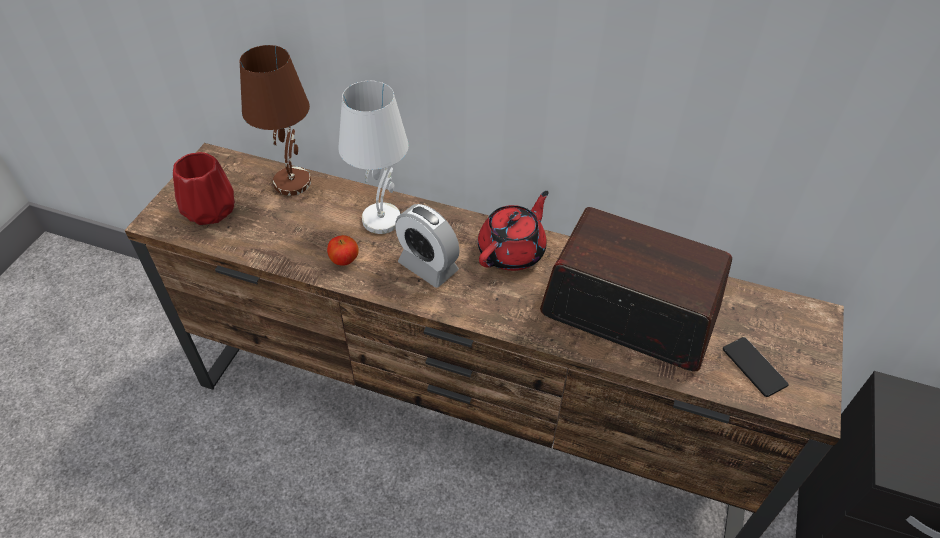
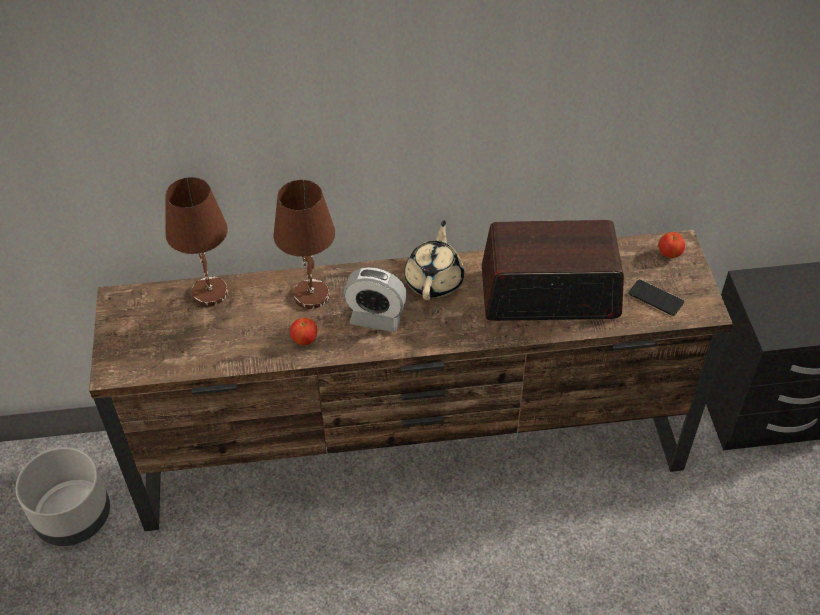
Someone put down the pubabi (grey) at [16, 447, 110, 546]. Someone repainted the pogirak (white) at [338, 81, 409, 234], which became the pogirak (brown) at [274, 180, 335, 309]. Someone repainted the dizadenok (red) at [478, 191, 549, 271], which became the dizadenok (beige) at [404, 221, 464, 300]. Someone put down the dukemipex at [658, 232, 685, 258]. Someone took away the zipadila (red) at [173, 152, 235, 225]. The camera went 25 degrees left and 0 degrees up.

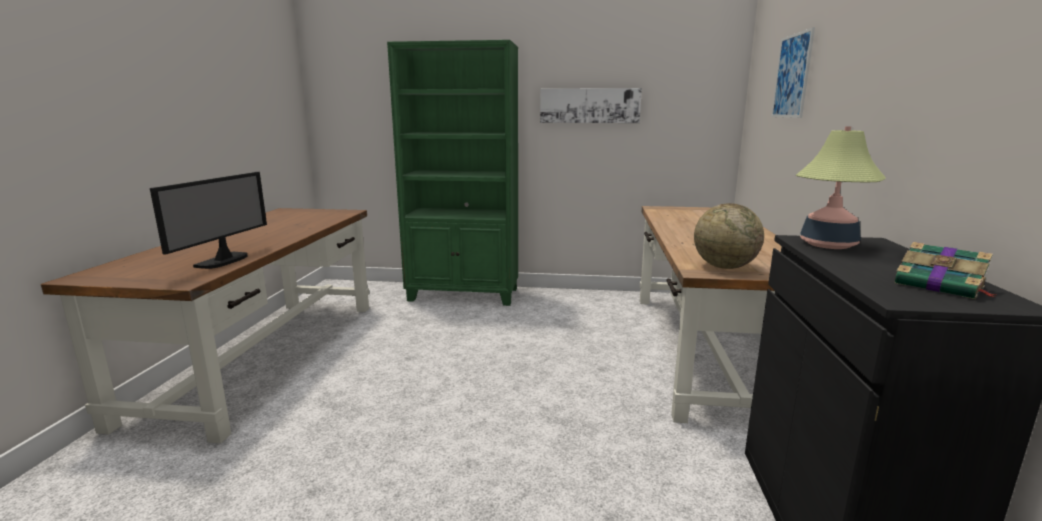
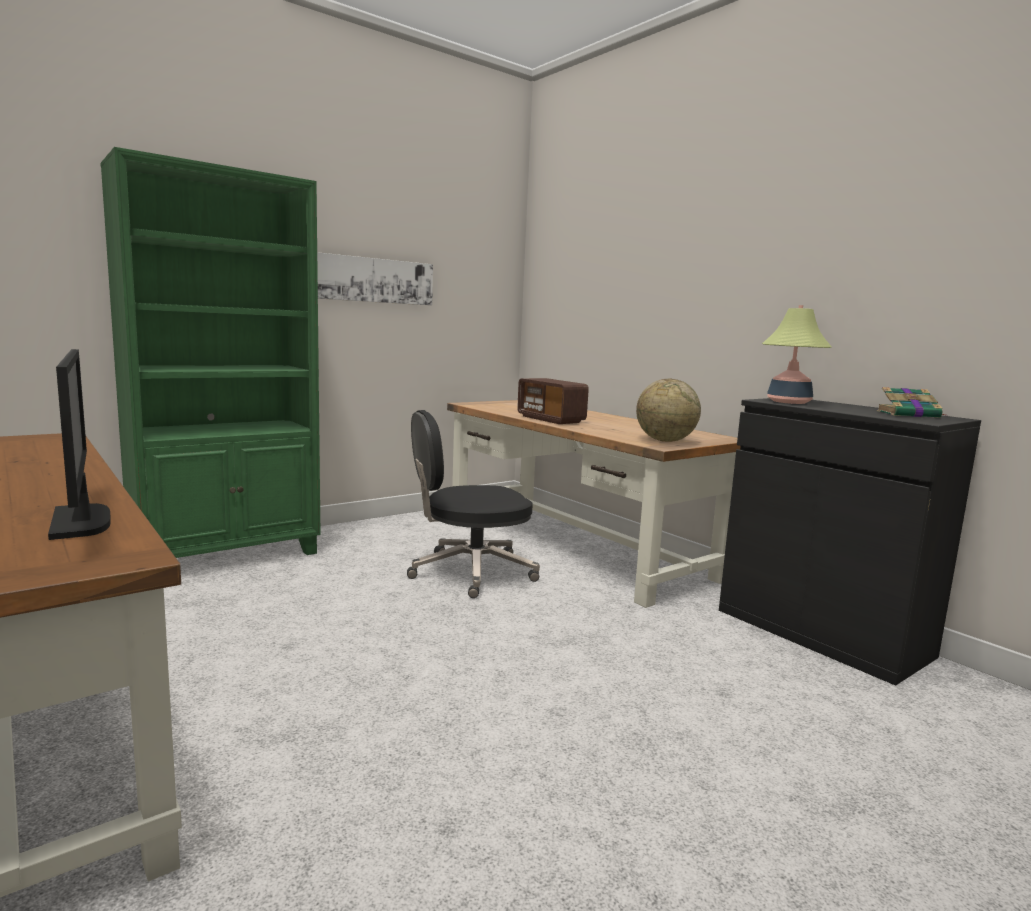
Someone put down the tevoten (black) at [407, 410, 540, 598]. Someone put down the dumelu at [517, 378, 589, 424]. Someone took away the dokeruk at [771, 27, 815, 118]. The camera went 45 degrees left and 5 degrees down.

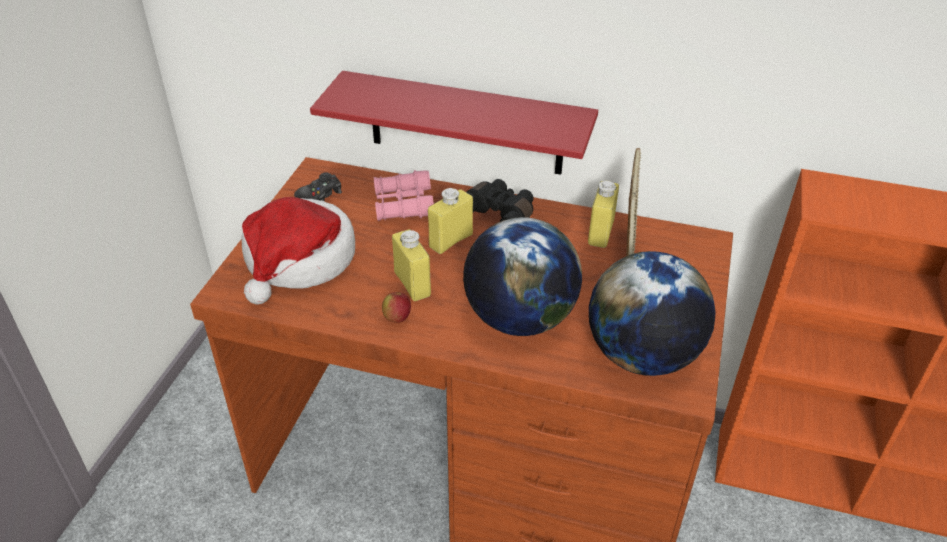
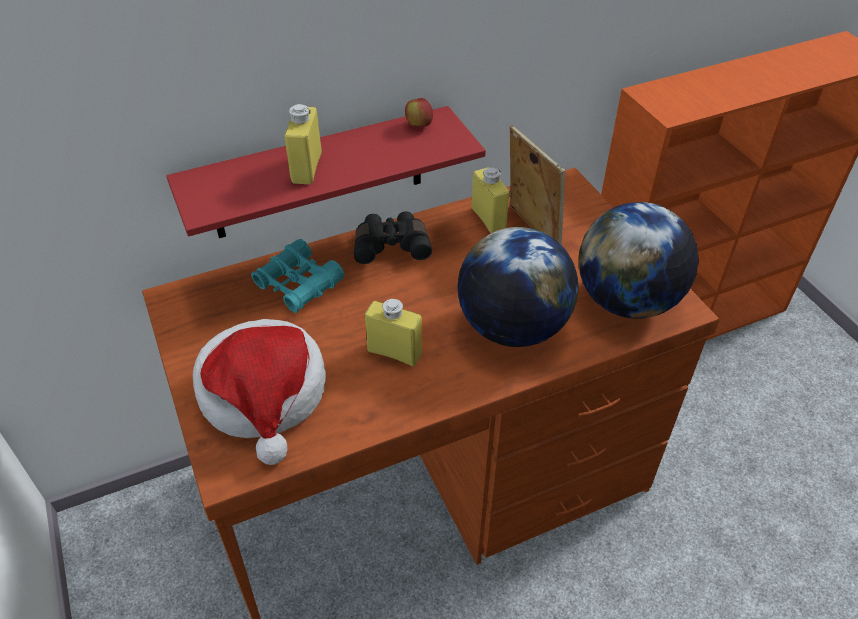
Someone repainted the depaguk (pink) at [374, 170, 434, 221], which became the depaguk (turquoise) at [251, 239, 344, 313]. Someone carried the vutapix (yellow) from [428, 188, 473, 254] to [284, 104, 322, 184]. Someone carried the dukemipex from [382, 292, 411, 323] to [405, 98, 433, 127]. Someone took away the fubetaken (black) at [294, 172, 342, 201]. The camera went 40 degrees left and 5 degrees up.

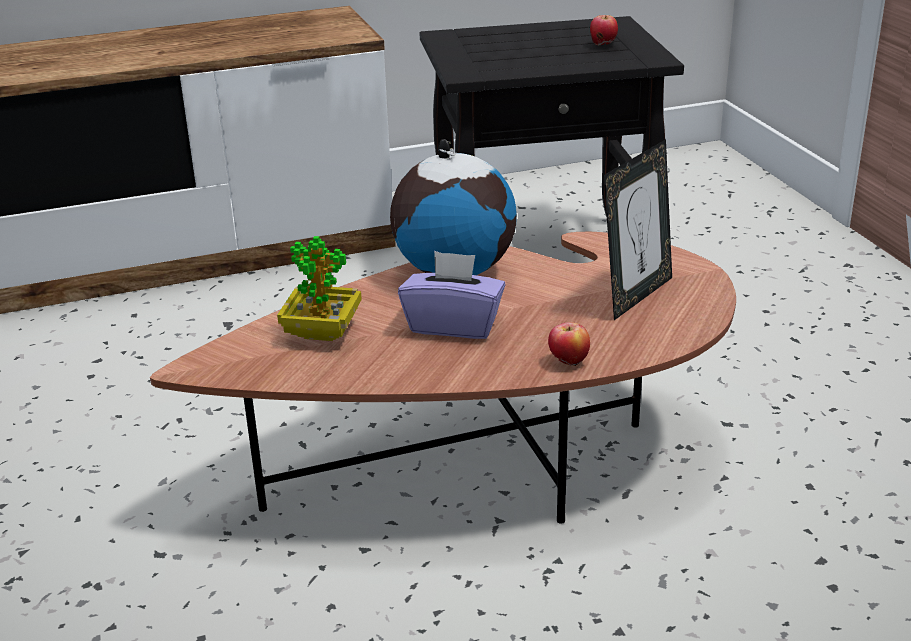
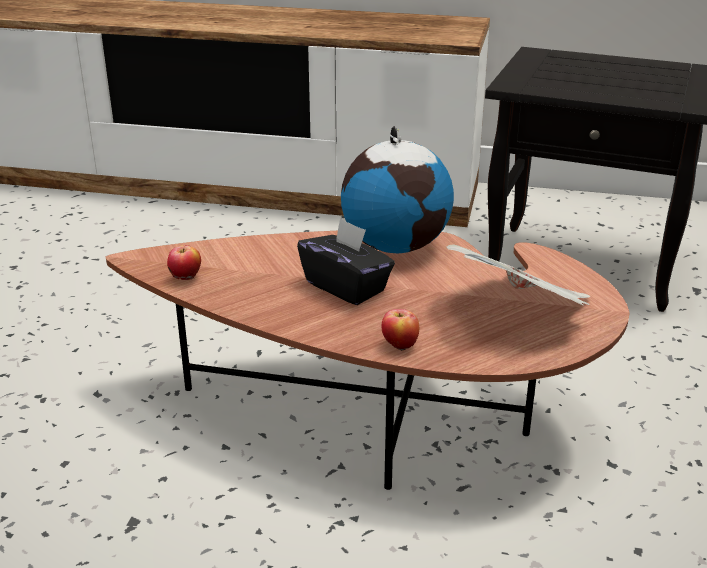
Someone carried the dukemipex from [590, 15, 618, 46] to [167, 245, 201, 280]. Someone repainted the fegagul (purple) at [398, 251, 506, 339], which became the fegagul (black) at [297, 218, 395, 305]. Someone swapped the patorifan at [604, 139, 672, 320] for the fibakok at [446, 244, 590, 305]. Someone took away the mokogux at [277, 236, 362, 341]. The camera went 30 degrees right and 0 degrees up.

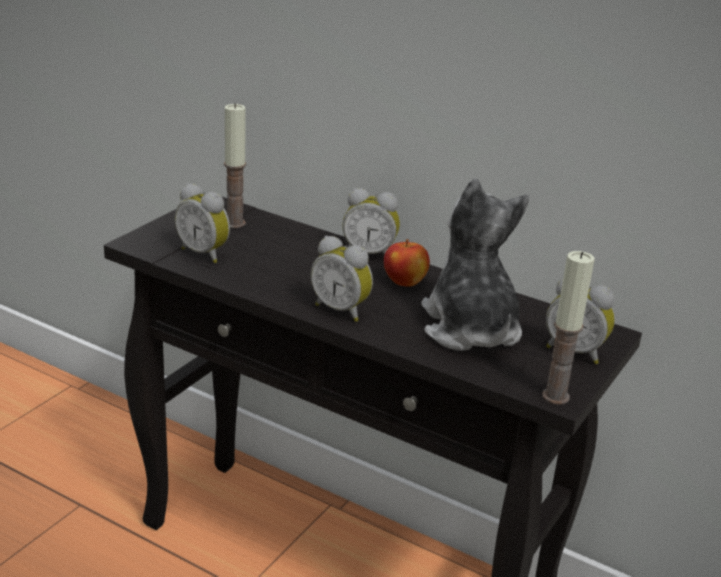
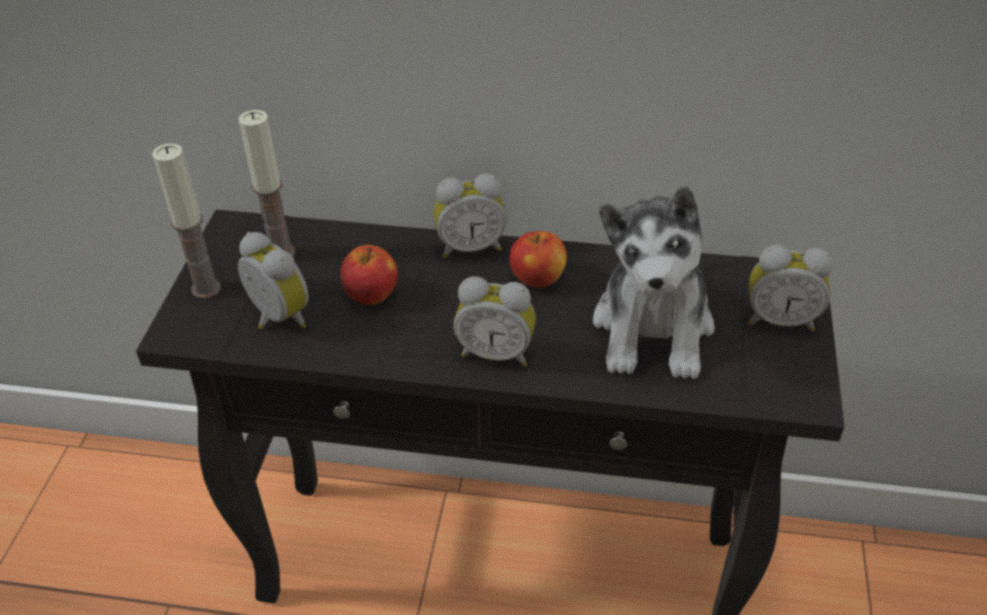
Someone carried the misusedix from [542, 251, 595, 405] to [152, 143, 221, 299]. Someone rotated the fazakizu at [175, 183, 230, 263] by 150 degrees counterclockwise. Someone put down the dukemipex at [340, 245, 398, 305]. Someone rotated the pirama at [421, 178, 529, 351] by 135 degrees counterclockwise. The camera went 20 degrees left and 15 degrees up.

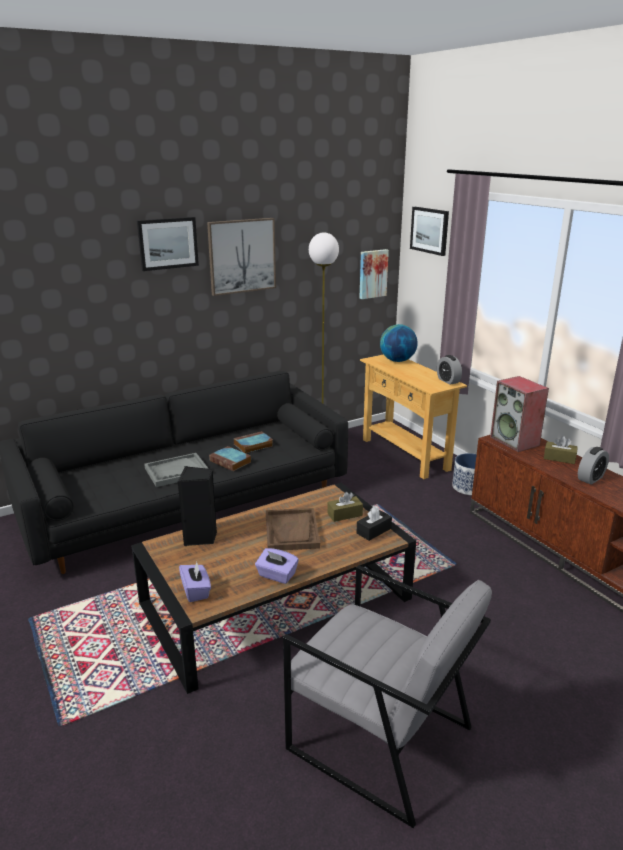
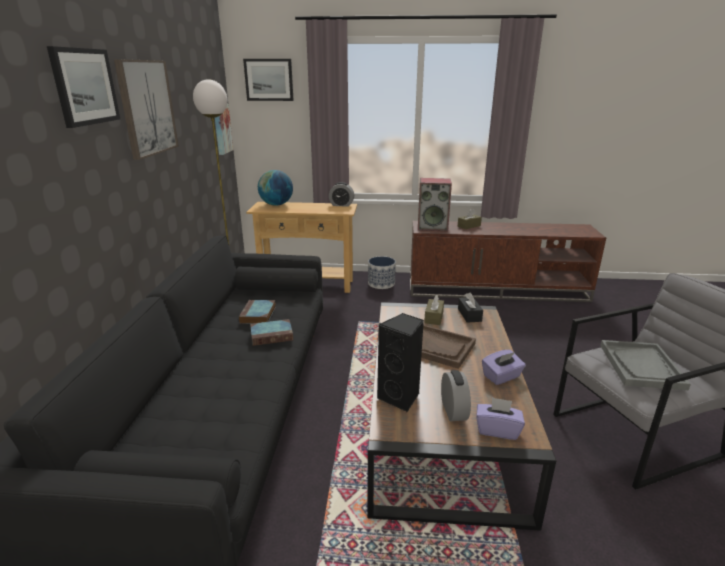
Someone carried the fazakizu from [578, 447, 609, 485] to [441, 370, 471, 421]. Someone carried the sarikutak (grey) from [144, 453, 209, 487] to [600, 340, 691, 390]. The camera went 55 degrees left and 0 degrees up.

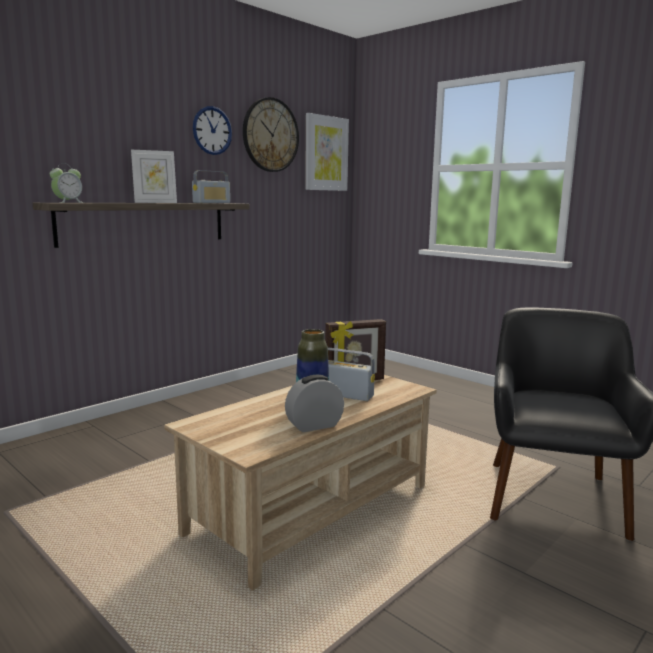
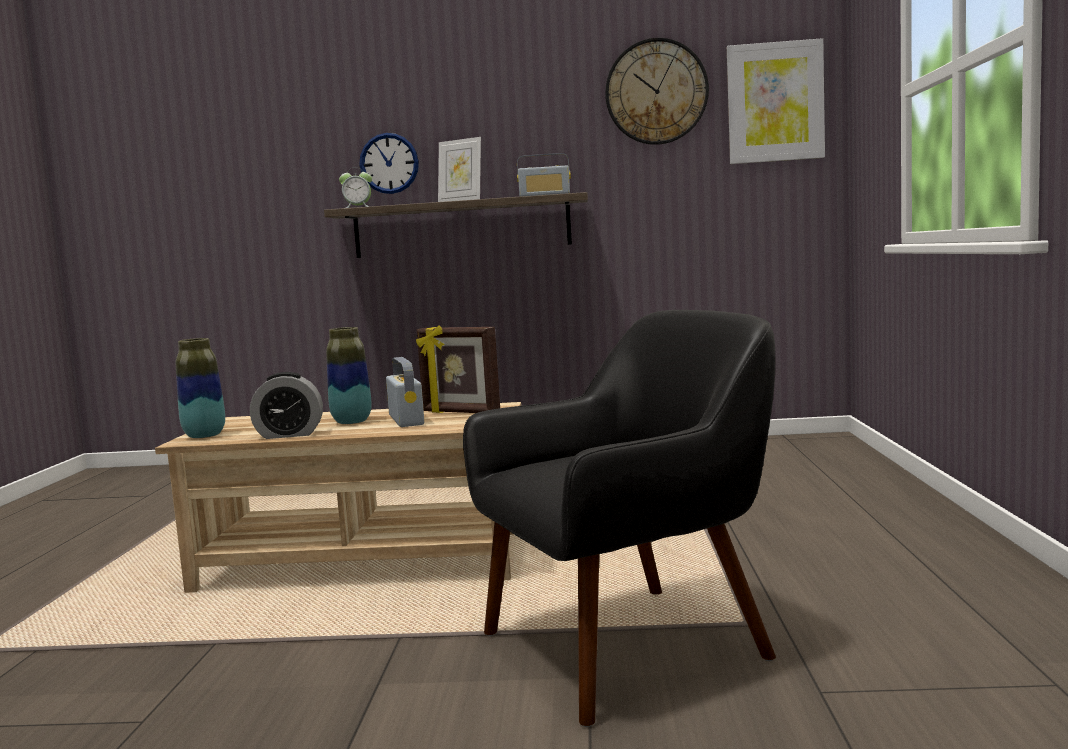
Someone put down the zipadila at [176, 338, 225, 438]. Someone rotated the fazakizu at [285, 375, 344, 432] by 150 degrees clockwise. Someone carried the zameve from [193, 106, 232, 155] to [359, 133, 419, 194]. The camera went 50 degrees right and 5 degrees down.

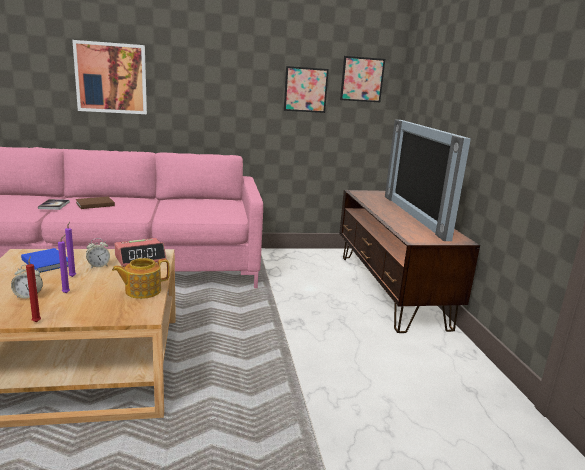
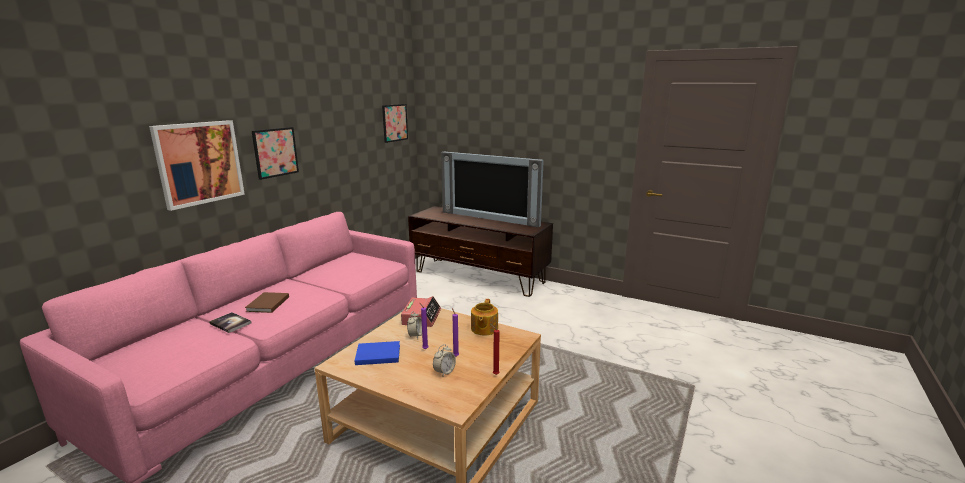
Someone carried the dokeruk from [284, 66, 329, 113] to [252, 127, 299, 180]. The camera went 50 degrees left and 0 degrees up.

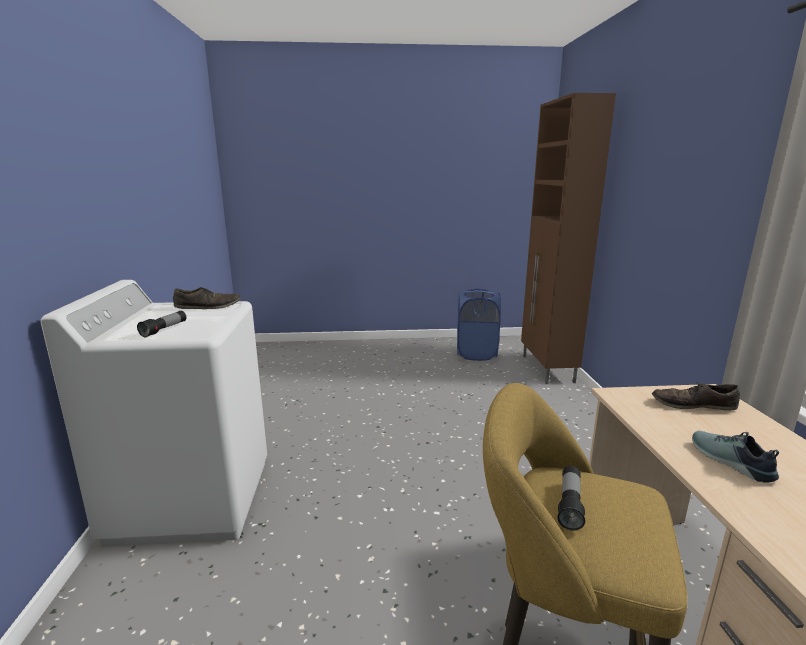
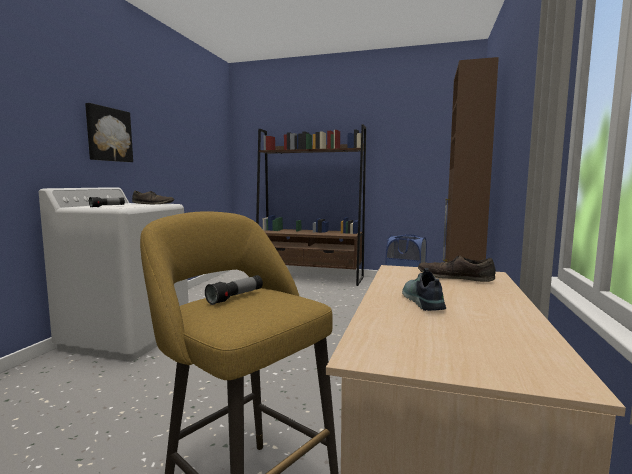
Someone put up the dokeruk at [85, 103, 133, 162]. Someone put down the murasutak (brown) at [256, 124, 366, 286]. The camera went 20 degrees right and 10 degrees down.

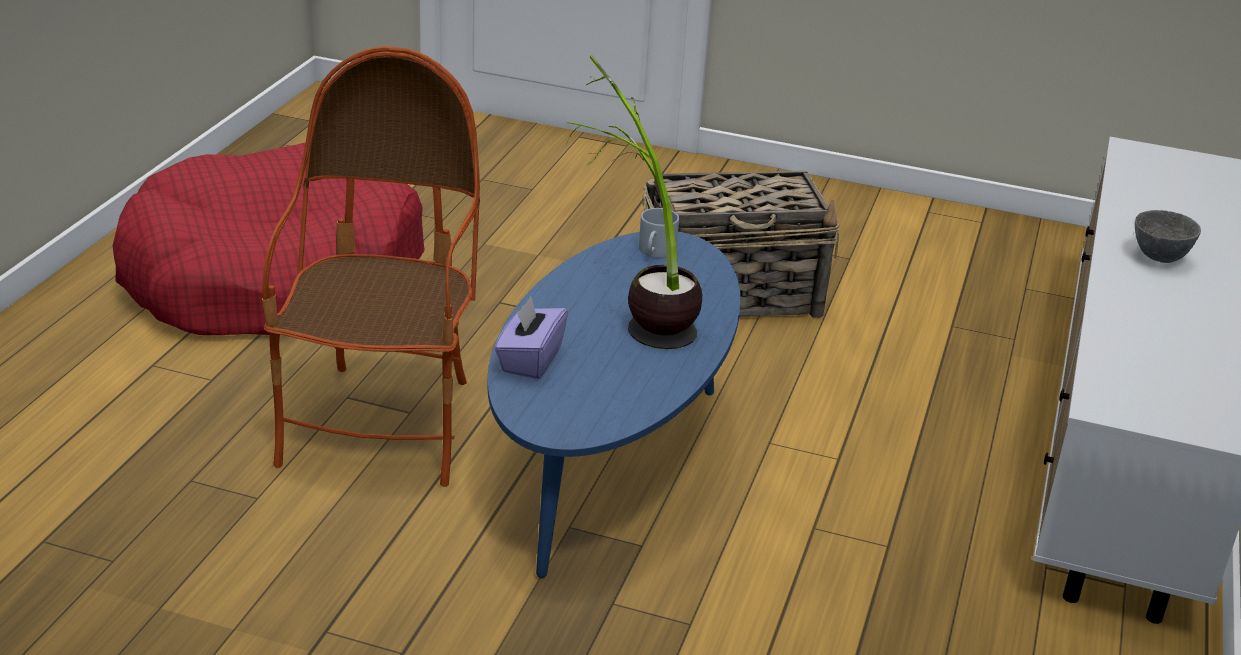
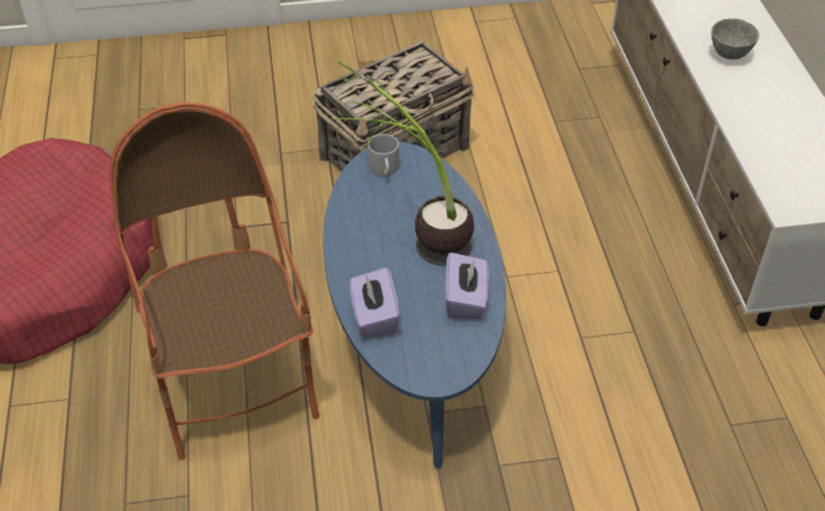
Someone put down the fegagul (purple) at [445, 252, 489, 319]. The camera went 25 degrees left and 15 degrees up.

